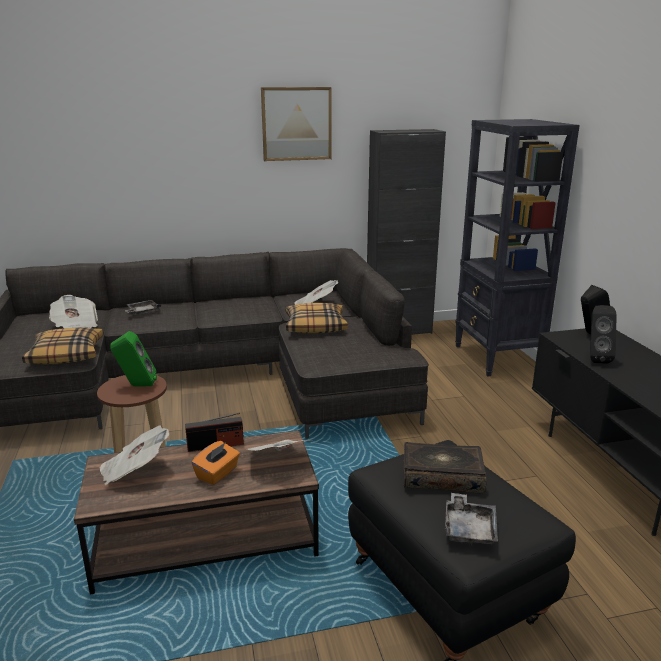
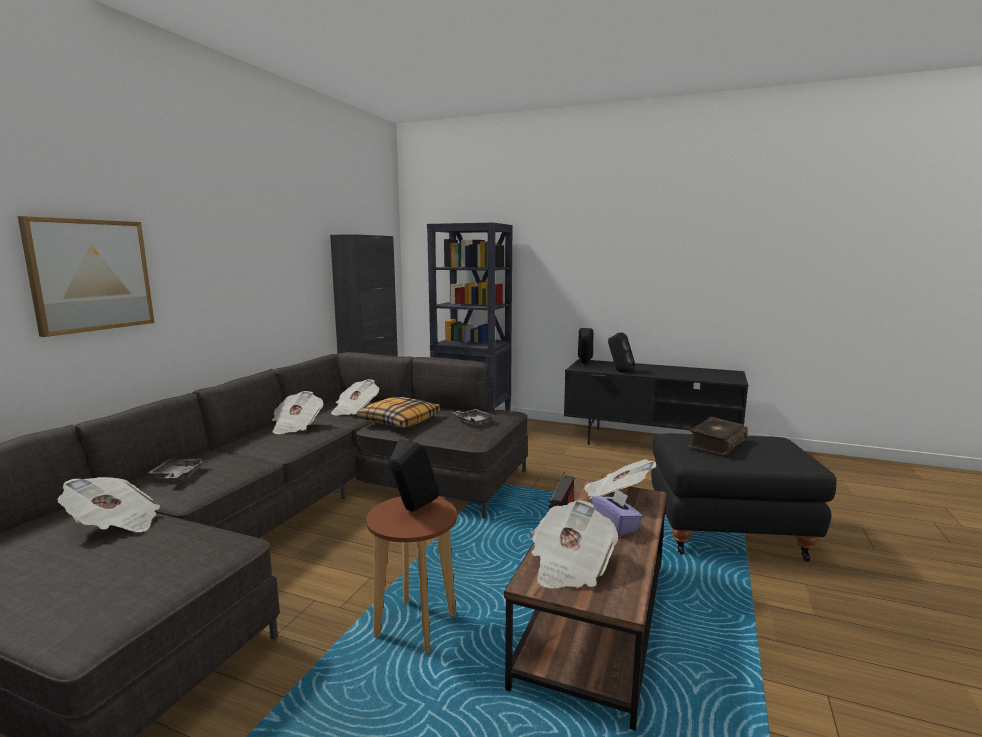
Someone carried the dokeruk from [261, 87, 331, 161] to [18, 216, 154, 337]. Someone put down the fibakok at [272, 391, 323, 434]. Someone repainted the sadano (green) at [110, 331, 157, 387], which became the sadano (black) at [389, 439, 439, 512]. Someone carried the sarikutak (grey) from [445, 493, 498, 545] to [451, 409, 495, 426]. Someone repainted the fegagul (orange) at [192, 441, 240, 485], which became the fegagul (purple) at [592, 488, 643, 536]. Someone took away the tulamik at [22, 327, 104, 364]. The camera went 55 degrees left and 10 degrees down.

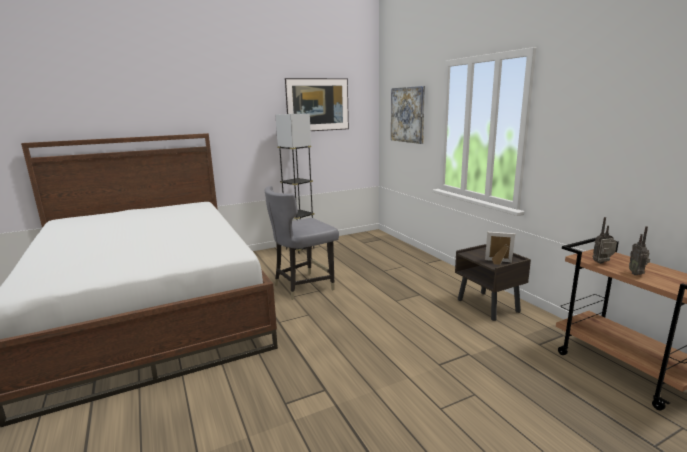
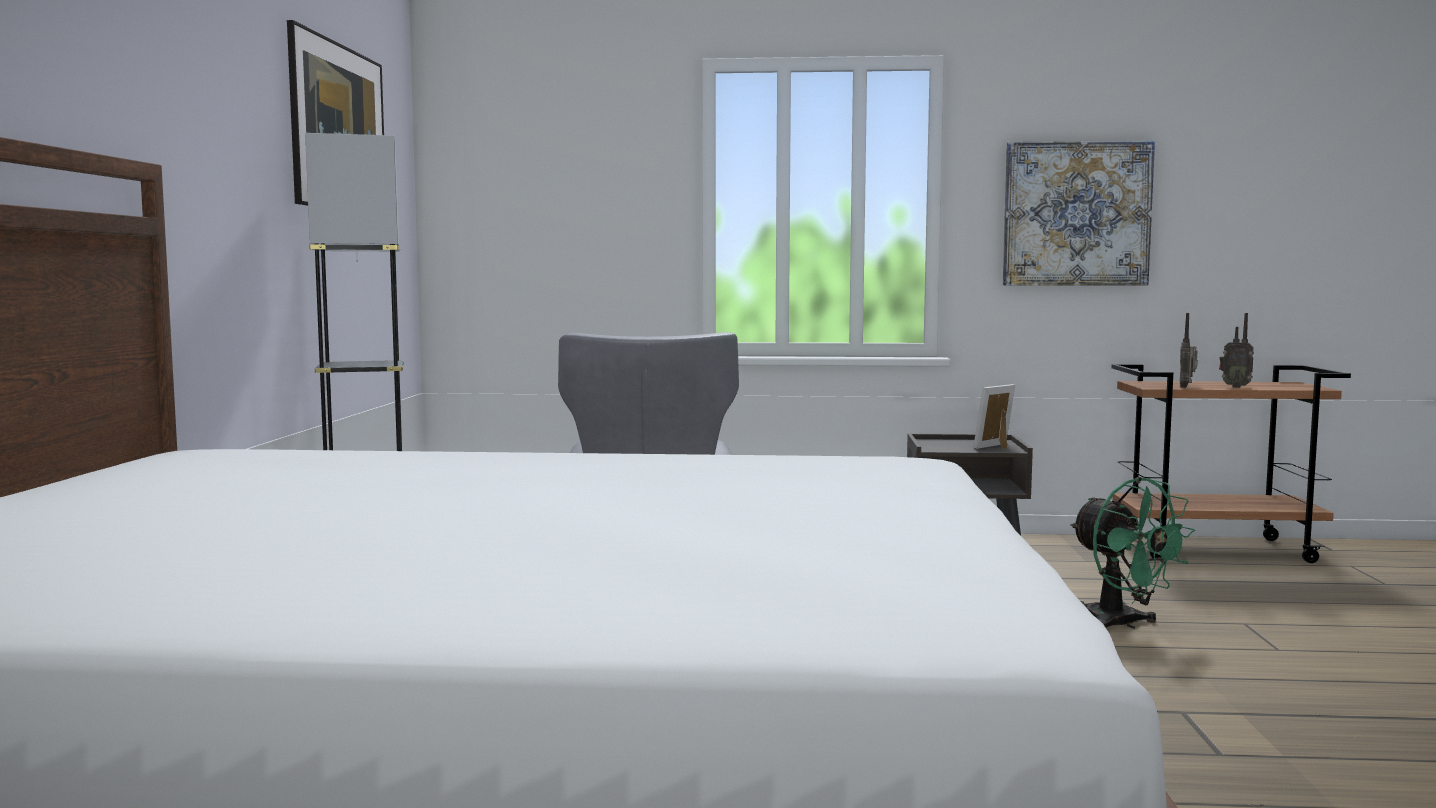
Someone carried the dokeruk from [391, 86, 425, 144] to [1003, 141, 1155, 285]. Someone put down the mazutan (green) at [1070, 477, 1195, 629]. The camera went 60 degrees left and 10 degrees down.

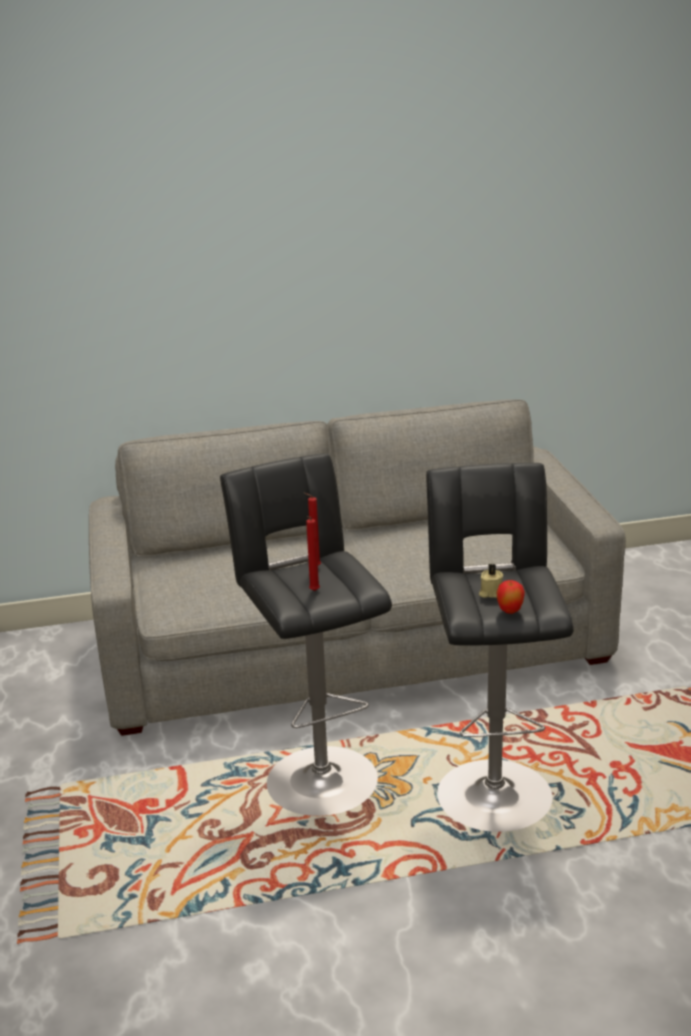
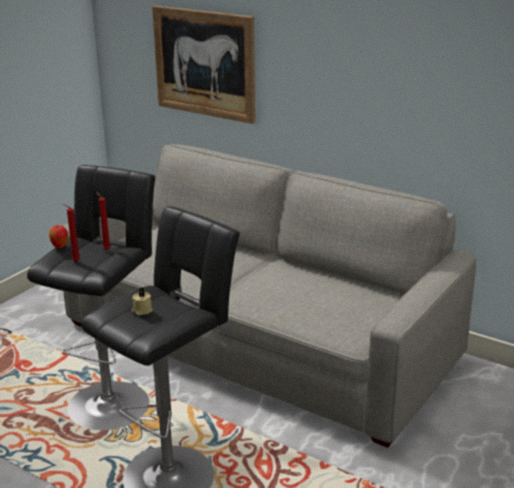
Someone carried the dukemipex from [496, 580, 525, 614] to [49, 225, 68, 248]. Someone put up the dokeruk at [152, 6, 255, 124]. The camera went 45 degrees right and 0 degrees up.

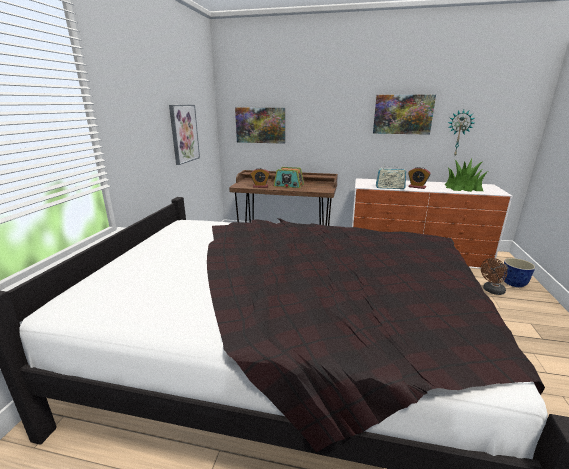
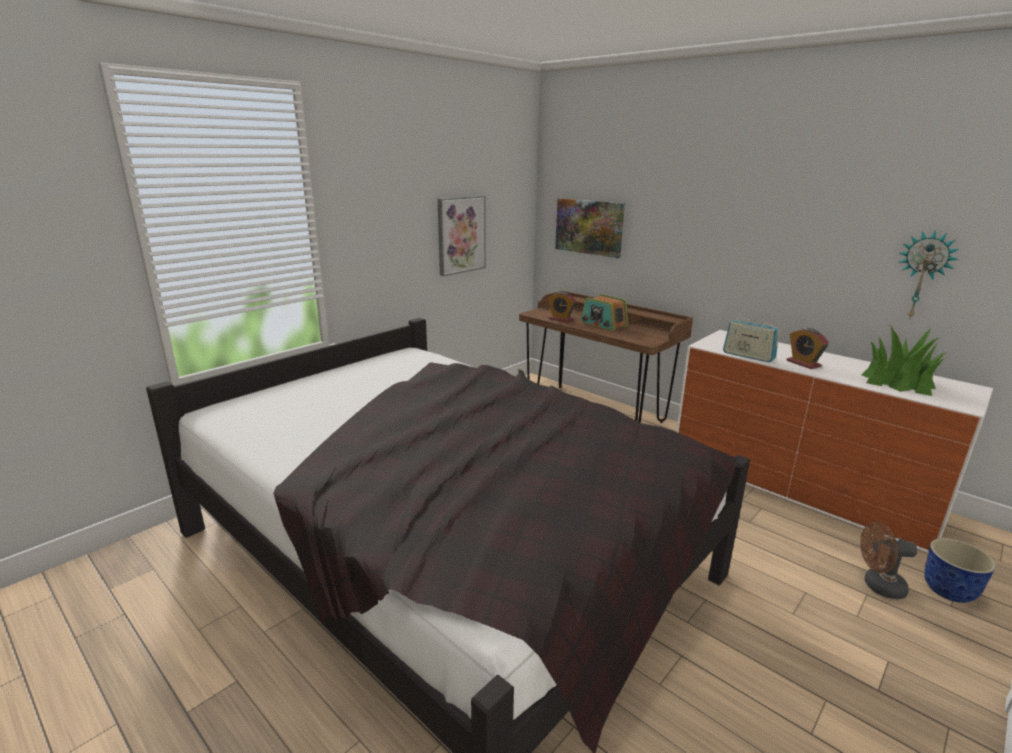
Someone took away the dokeruk at [373, 95, 436, 135]. The camera went 30 degrees right and 0 degrees up.

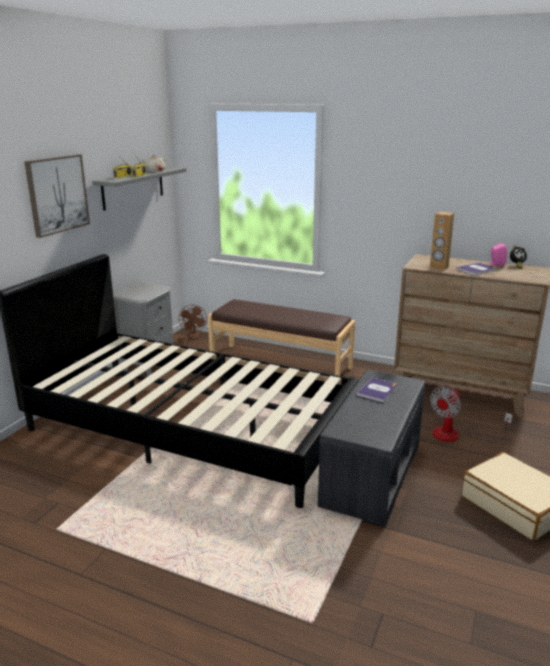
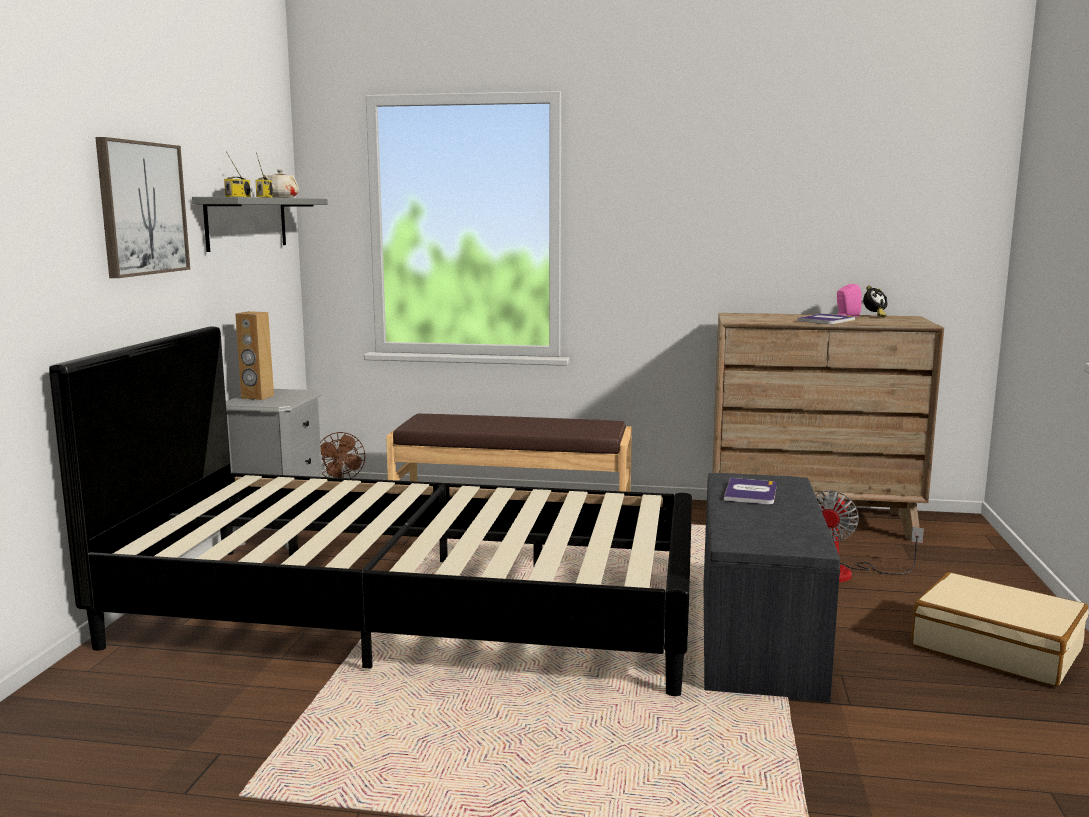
Someone carried the sadano (brown) from [430, 212, 454, 270] to [235, 311, 274, 400]. The camera went 15 degrees left and 10 degrees down.

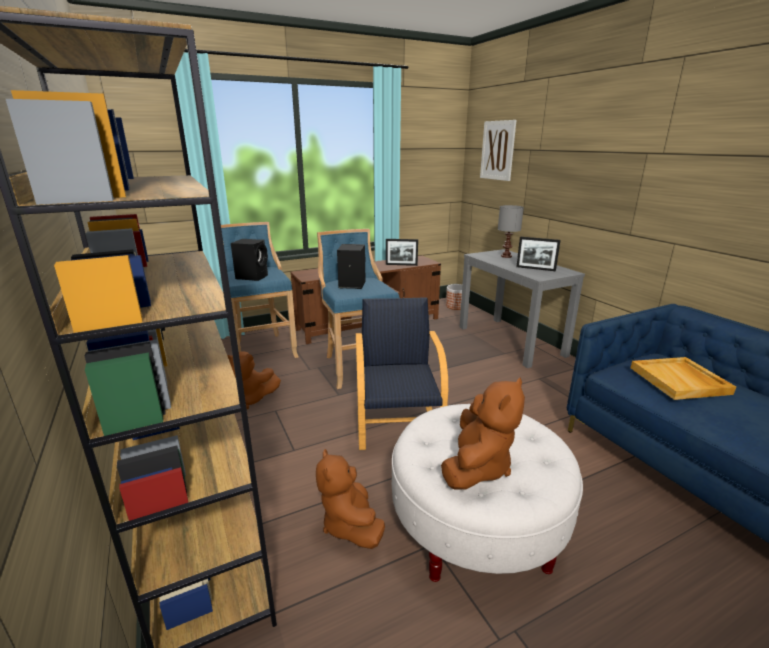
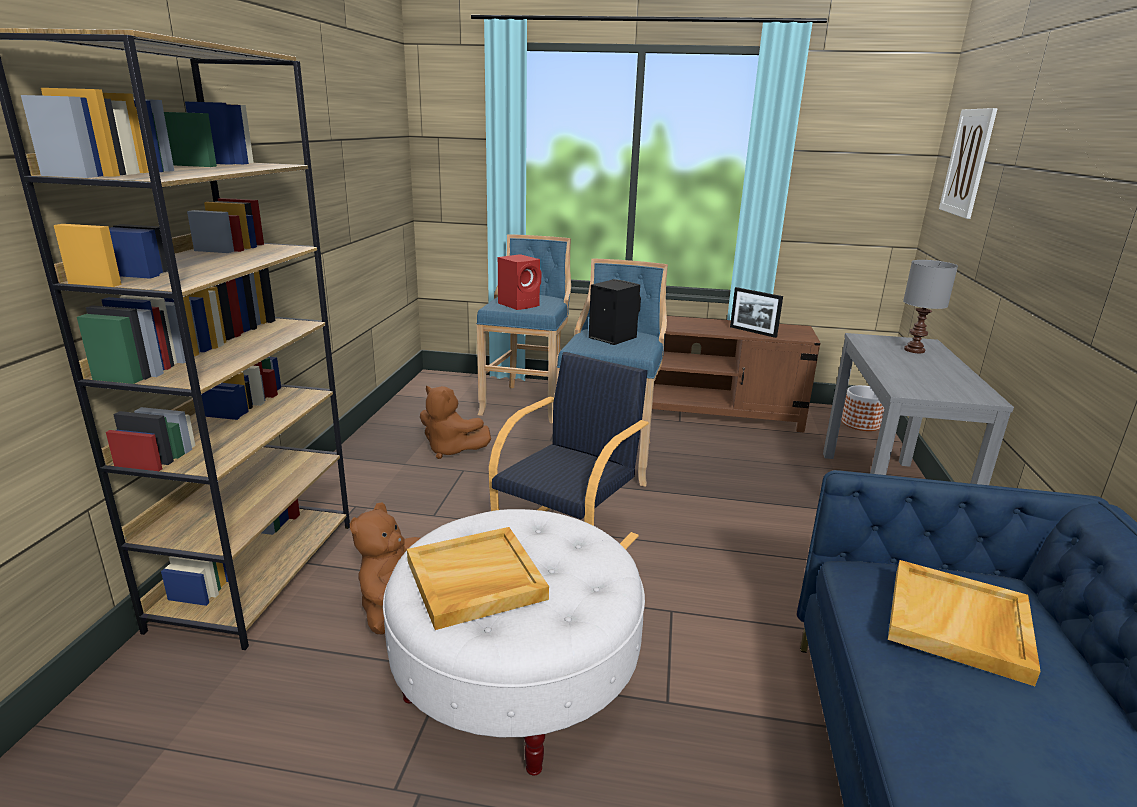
Someone swapped the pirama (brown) at [441, 378, 525, 489] for the sarikutak (beige) at [407, 527, 549, 630]. Someone repainted the sadano (black) at [231, 239, 268, 281], which became the sadano (red) at [498, 254, 541, 310]. Someone took away the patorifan at [516, 237, 561, 271]. The camera went 35 degrees right and 0 degrees up.

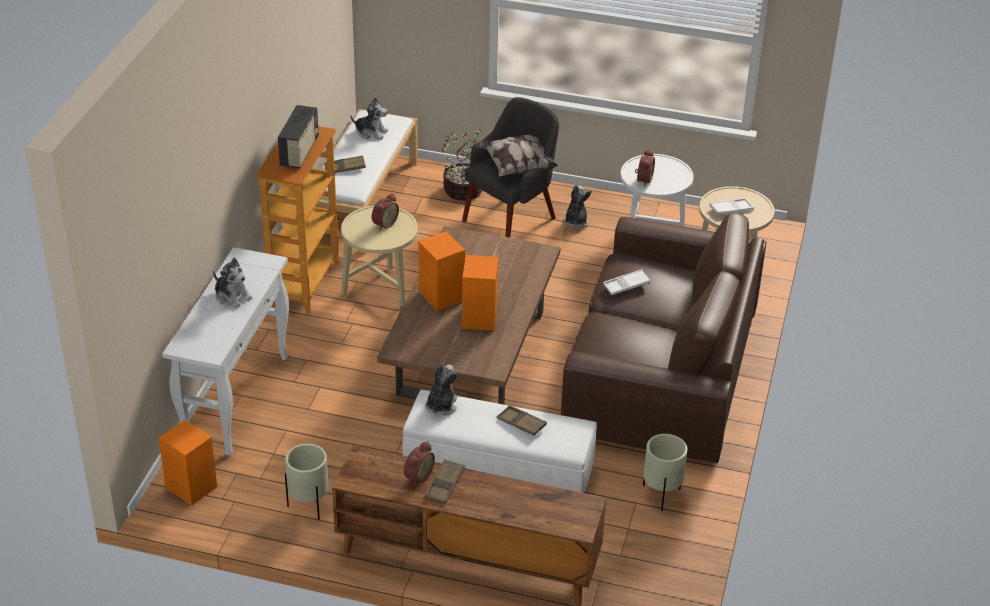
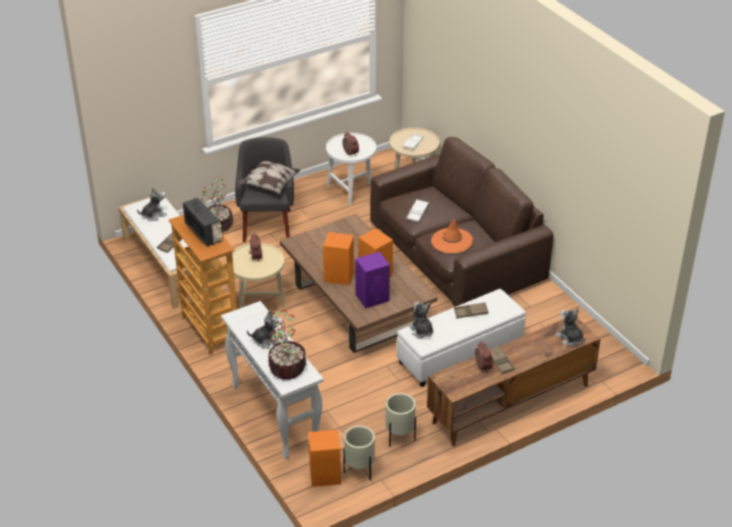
Someone put down the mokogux at [268, 310, 306, 379]. Someone carried the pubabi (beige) from [643, 434, 687, 511] to [343, 426, 375, 480]. Someone put down the sadano (purple) at [355, 252, 390, 309]. Someone put down the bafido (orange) at [431, 219, 473, 254]. Someone carried the pirama from [563, 185, 592, 228] to [555, 308, 586, 346]. The camera went 45 degrees left and 0 degrees up.

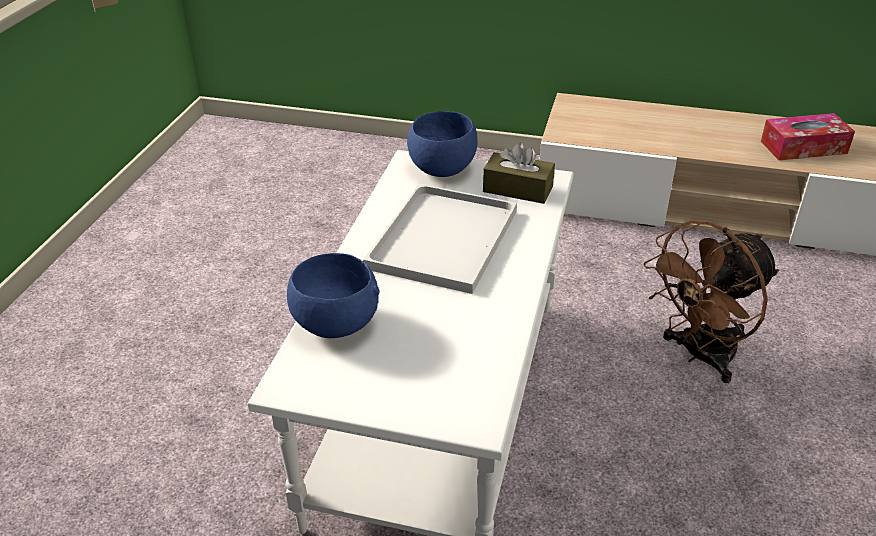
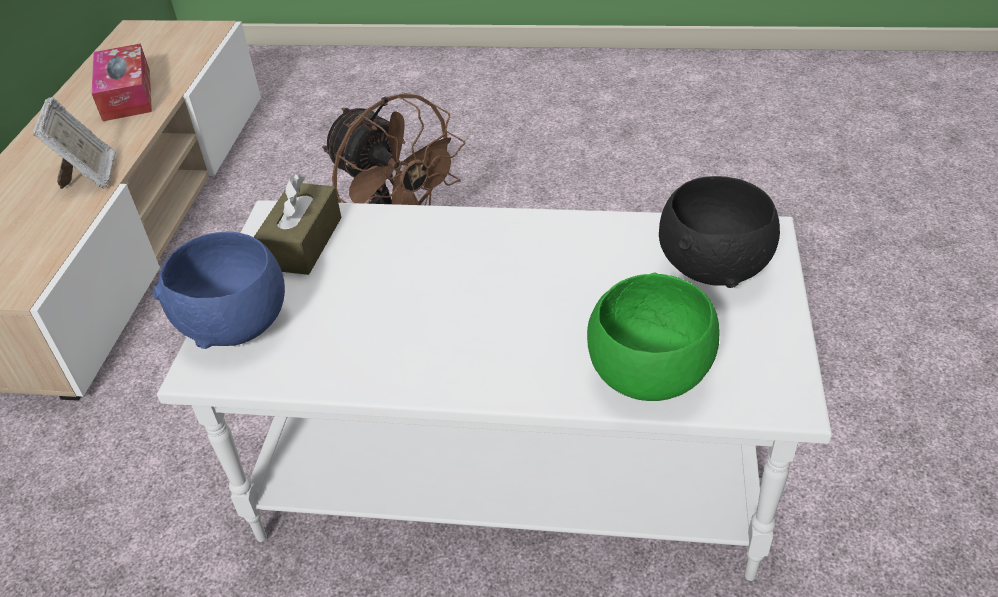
Someone put down the patorifan at [33, 97, 116, 189]. Someone repainted the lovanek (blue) at [287, 253, 380, 338], which became the lovanek (green) at [587, 272, 720, 401]. Someone put down the lovanek (black) at [659, 176, 780, 288]. Someone took away the sarikutak (white) at [363, 184, 517, 294]. The camera went 95 degrees left and 5 degrees up.

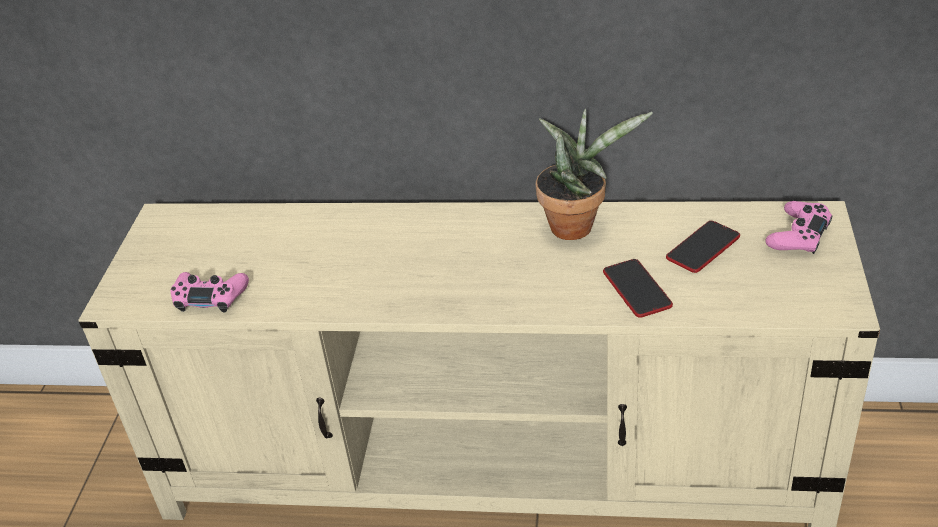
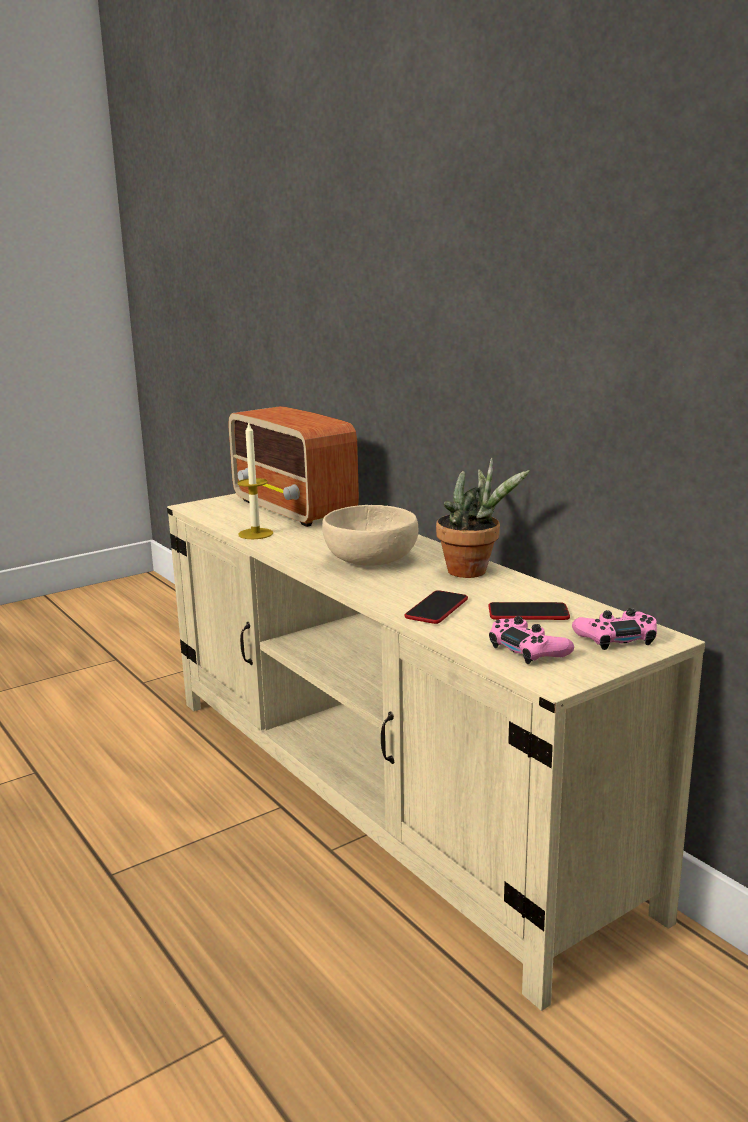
Someone put down the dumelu at [229, 406, 359, 527]. Someone put down the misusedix at [237, 421, 273, 539]. Someone put down the lovanek (beige) at [322, 505, 418, 566]. Someone carried the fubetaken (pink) from [170, 272, 249, 313] to [489, 616, 574, 664]. The camera went 45 degrees right and 20 degrees down.

